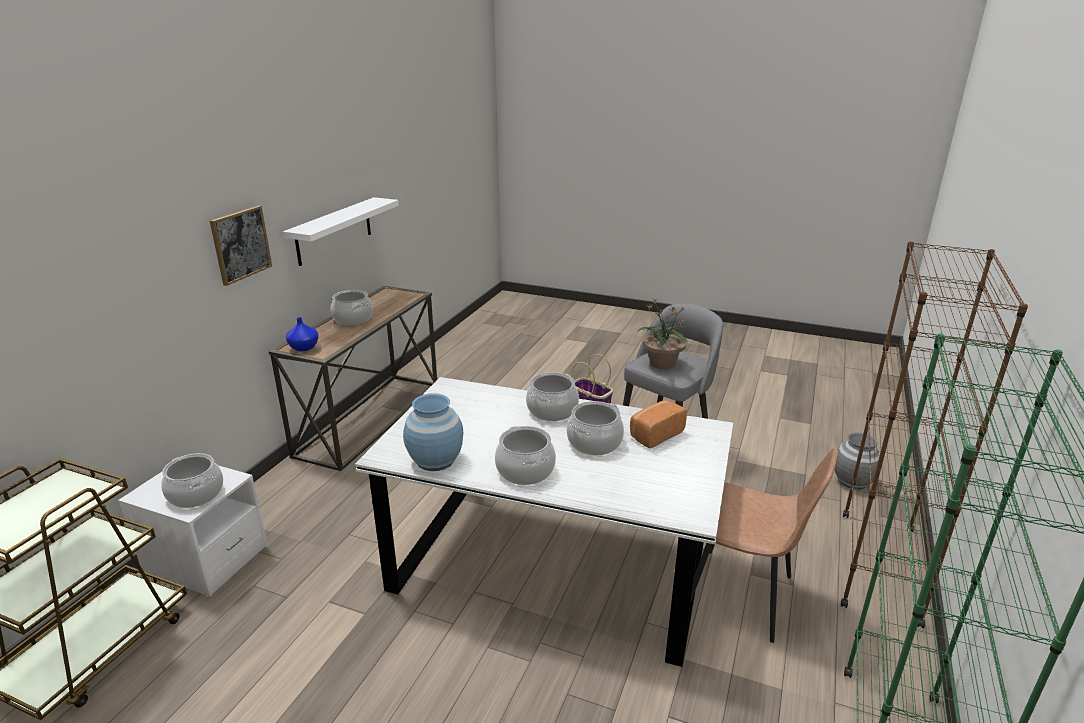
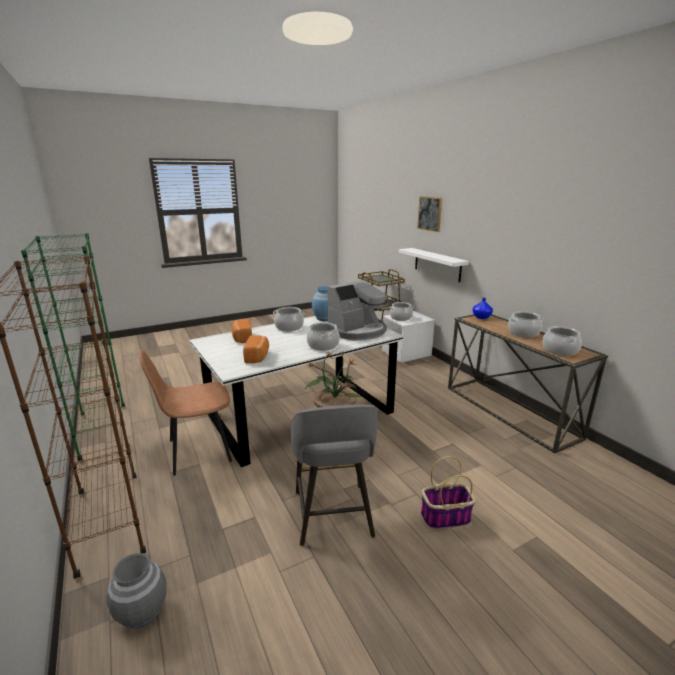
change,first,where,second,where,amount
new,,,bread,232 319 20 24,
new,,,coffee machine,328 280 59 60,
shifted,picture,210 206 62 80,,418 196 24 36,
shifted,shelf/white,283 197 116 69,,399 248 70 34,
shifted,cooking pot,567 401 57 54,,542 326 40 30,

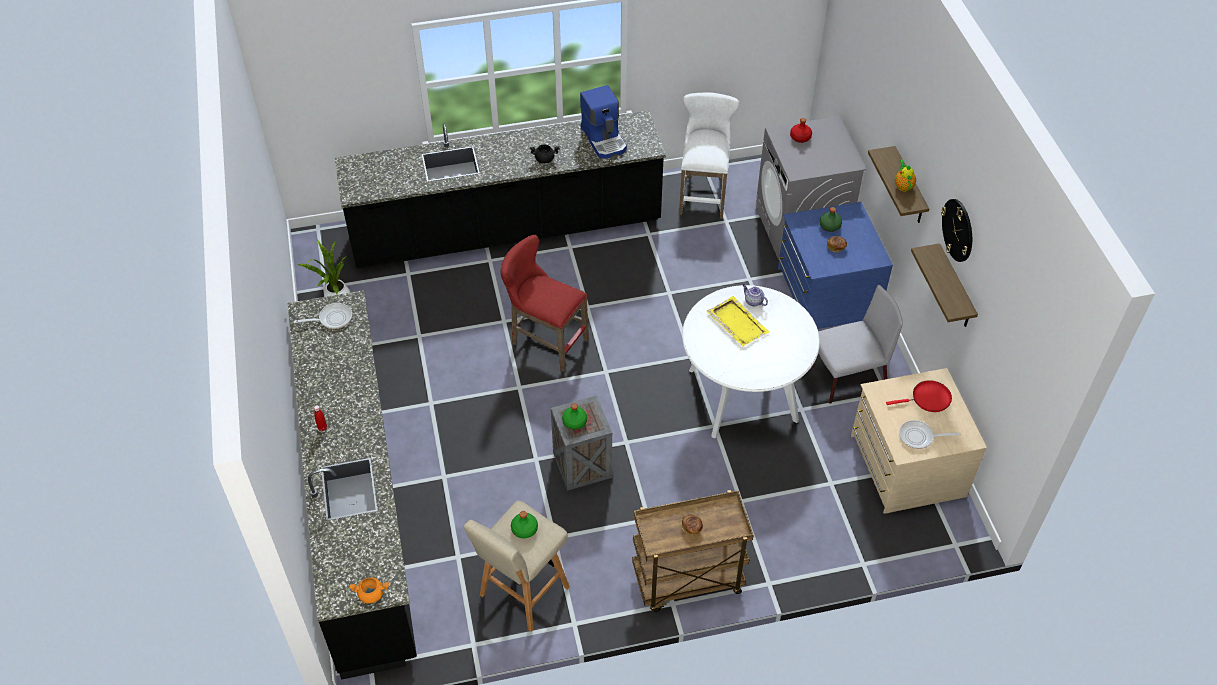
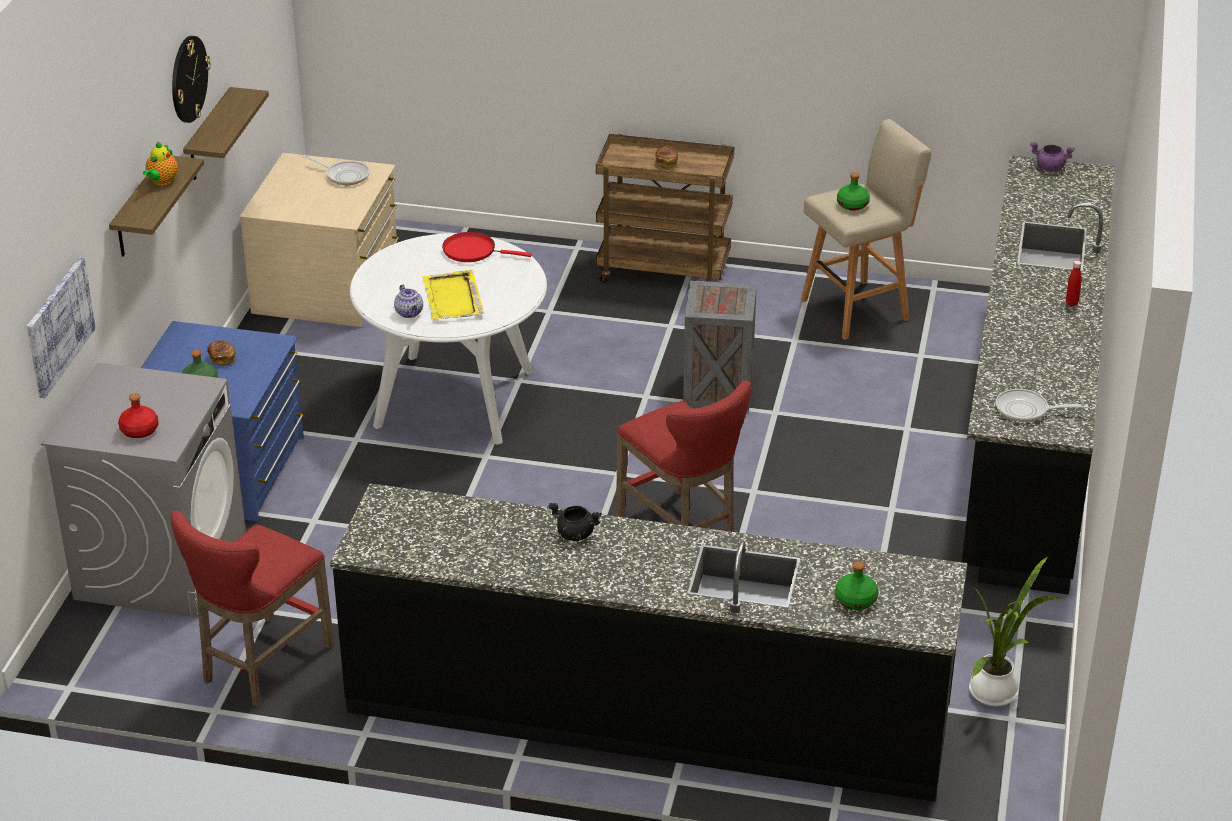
change,first,where,second,where,amount
gone,coffee machine,580 85 47 74,,,
gone,chair/grey,811 285 92 119,,,
new,,,picture,27 257 69 141,
shifted,bottle/green,562 403 25 27,,835 561 43 49,
shifted,frying pan/red,886 380 66 32,,442 232 90 30,
repainted,cooking pot/orange,349 578 40 25,cooking pot/purple,1030 142 45 29,
repainted,stool/white,679 93 60 126,stool/red,171 510 163 197,

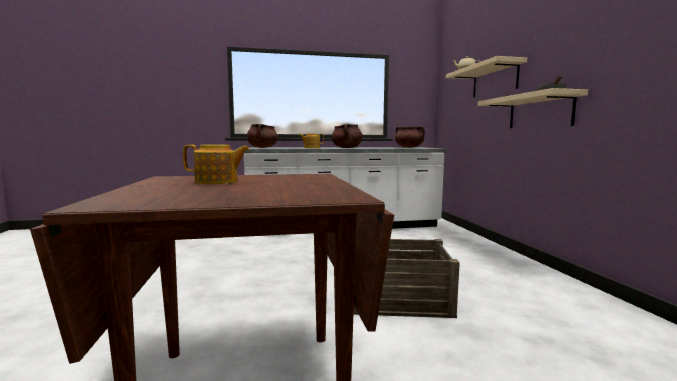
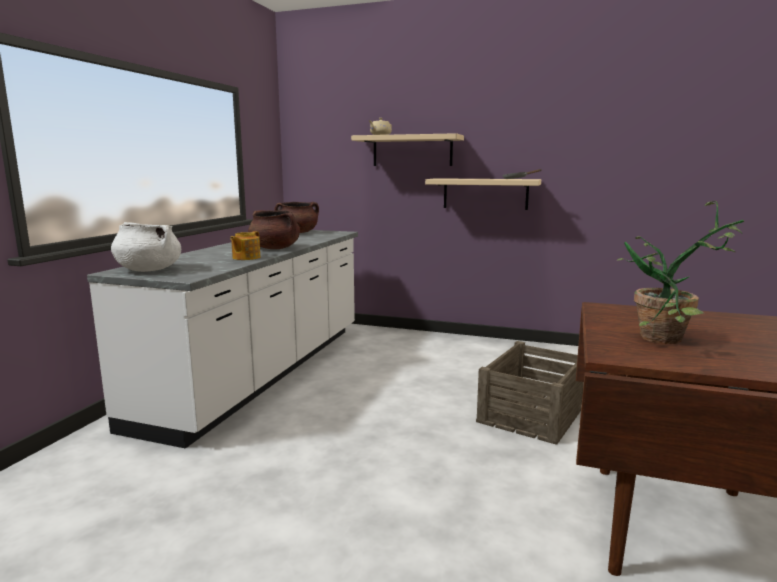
change,first,where,second,where,amount
swapped,teapot,183 145 67 39,potted plant,617 201 127 143,
repainted,cooking pot/brown,247 124 31 24,cooking pot/white,111 222 70 50,

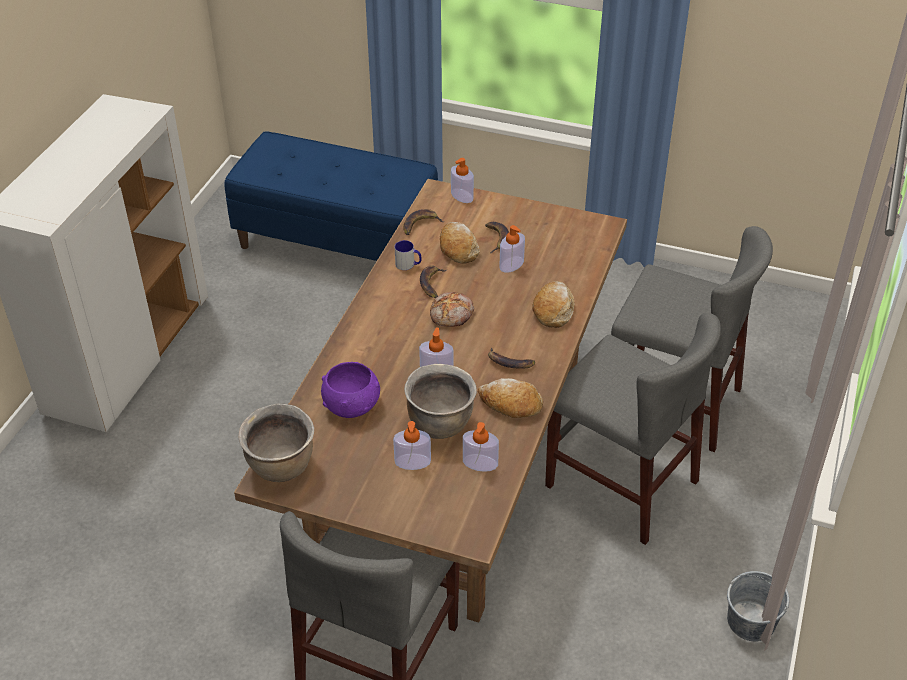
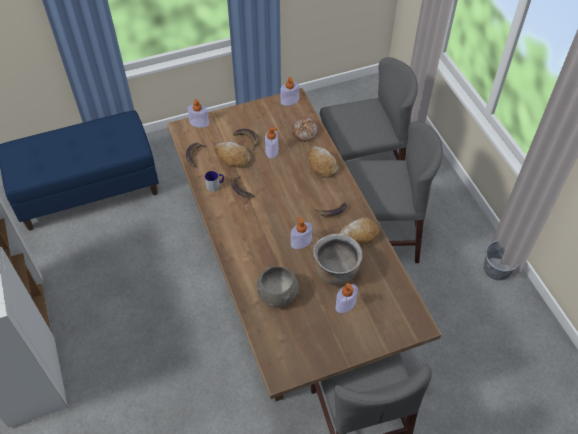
change,first,where,second,where,amount
gone,cooking pot/brown,239 403 75 79,,,
shifted,bread,430 292 44 34,,293 117 25 25,
shifted,soap dispenser,463 422 36 50,,280 77 19 29,
repainted,bowl/purple,321 362 59 56,bowl/grey,257 266 42 41,

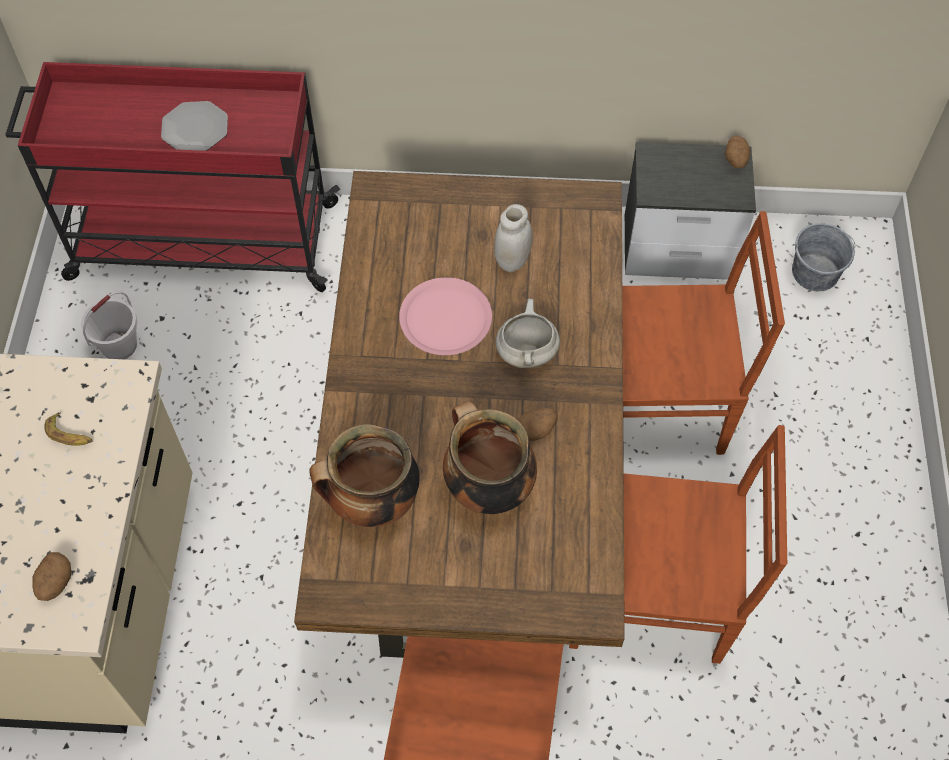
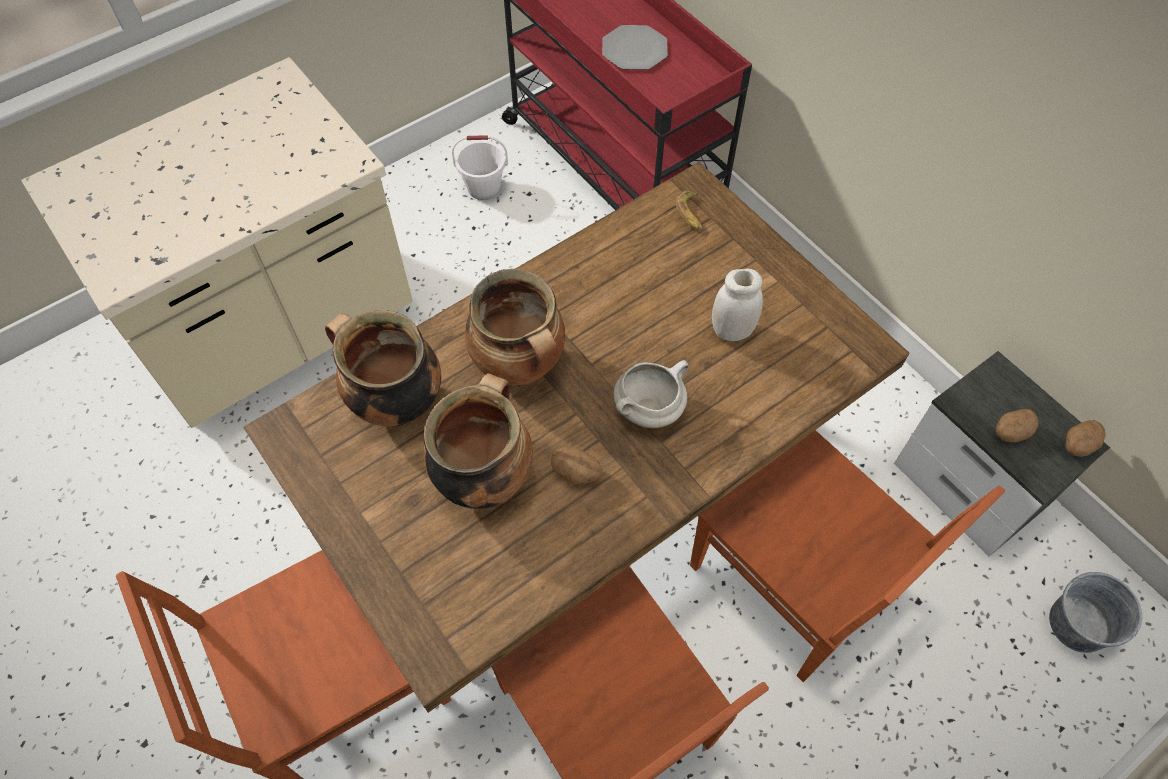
change,first,where,second,where,amount
gone,plate/pink,399 277 93 78,,,
new,,,cooking pot,465 269 100 116,
shifted,potato,33 552 38 49,,996 409 42 34,
shifted,banana,44 413 49 33,,676 191 27 40,

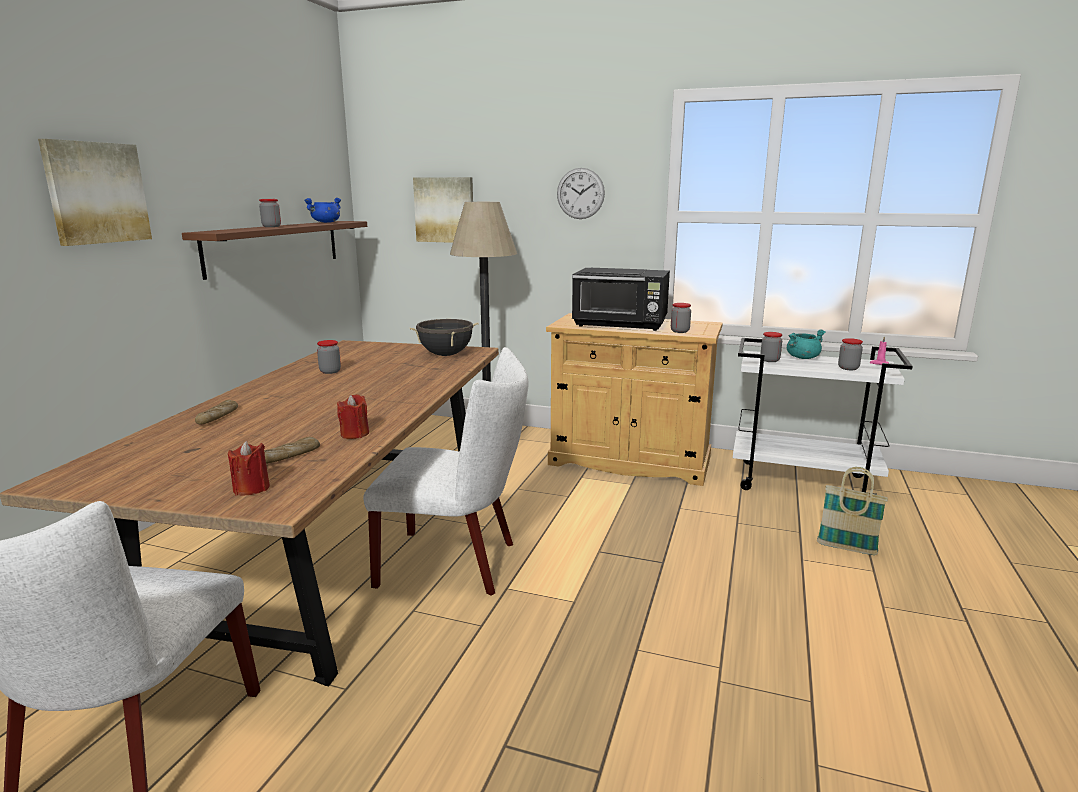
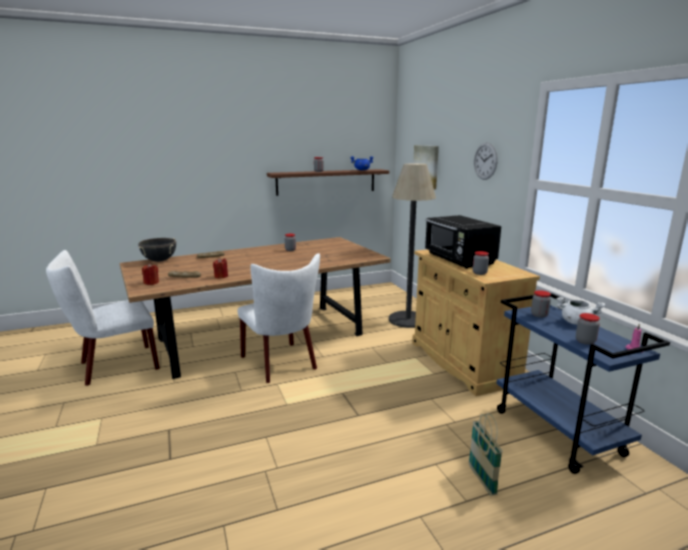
change,first,where,second,where,amount
gone,picture,38 139 114 107,,,
shifted,cooking pot/black,410 319 69 37,,138 238 38 24,
repainted,cart/white,733 338 180 157,cart/blue,496 292 174 182,
repainted,cooking pot/turquoise,787 330 39 29,cooking pot/white,556 297 49 28,

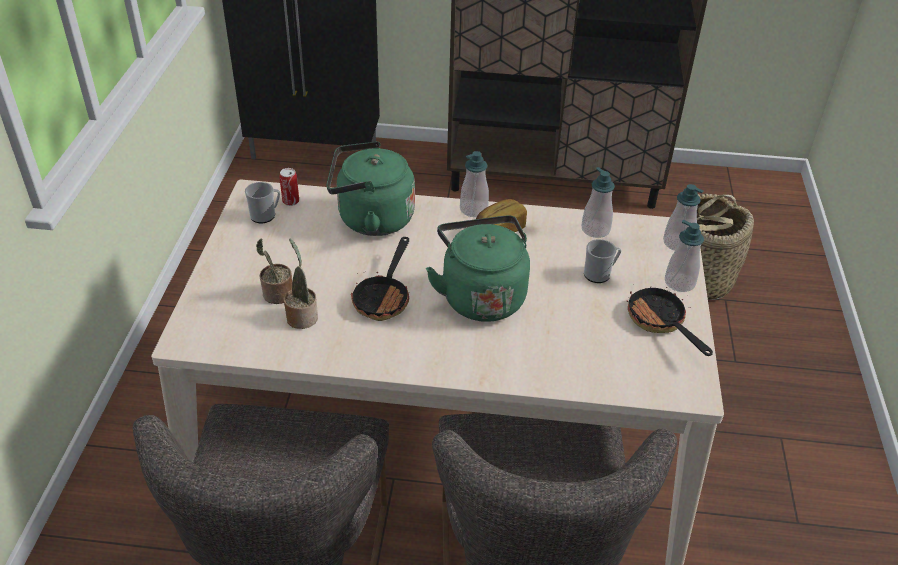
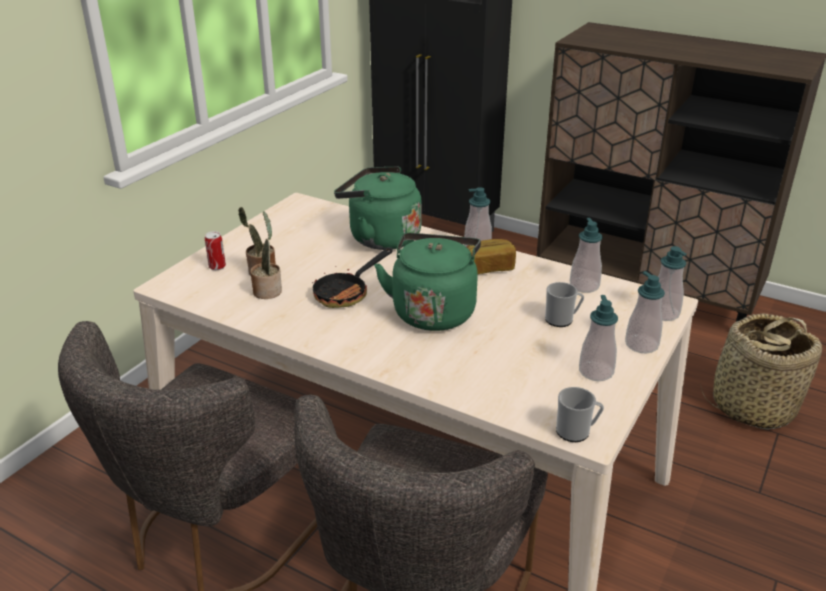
change,first,where,second,where,amount
shifted,mug,245 182 35 41,,556 387 48 55,
shifted,can,279 168 20 38,,205 231 21 39,
swapped,frying pan,627 287 86 69,soap dispenser,579 295 39 86,

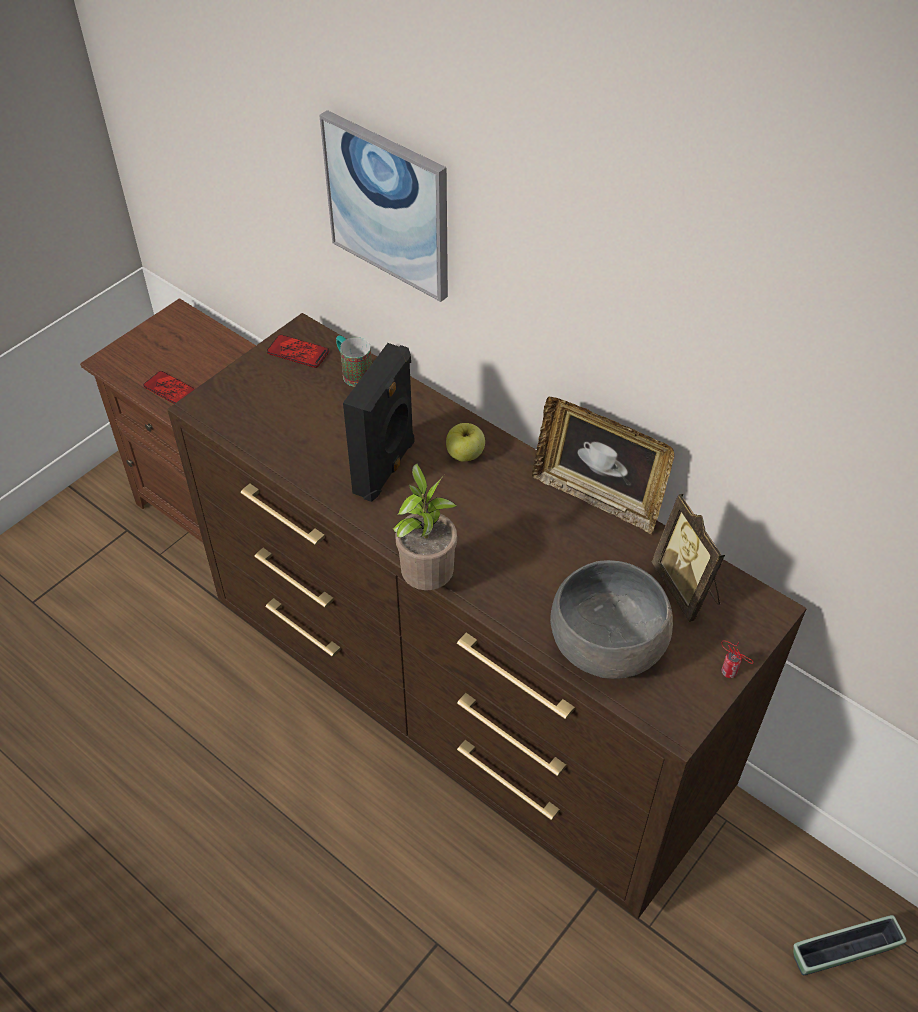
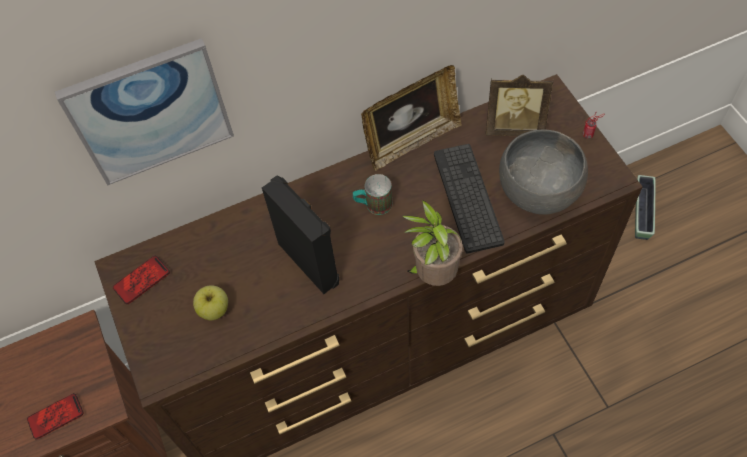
change,first,where,second,where,amount
new,,,keyboard,434 144 71 110,
shifted,mug,336 335 36 52,,353 174 39 41,
shifted,apple,446 423 39 39,,193 285 35 35,

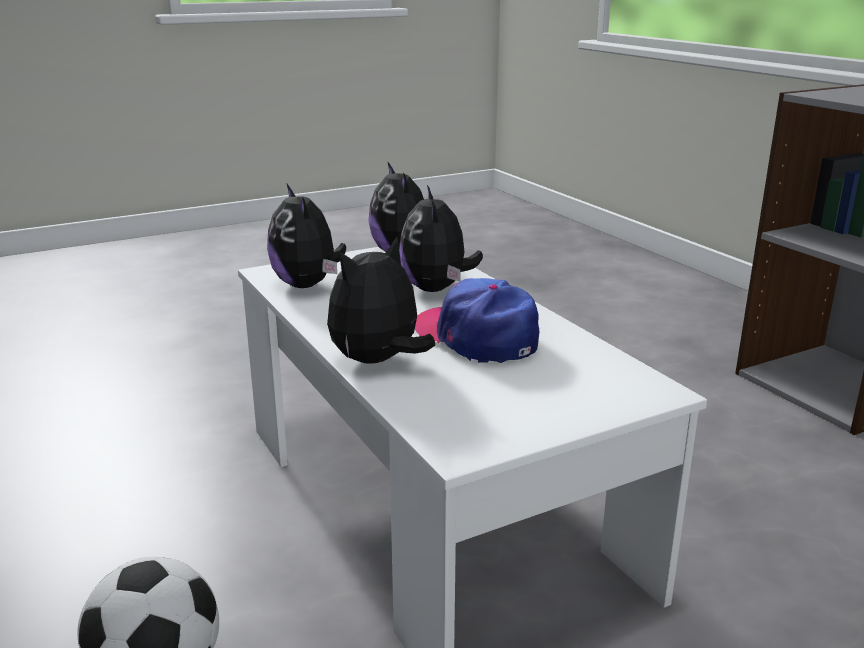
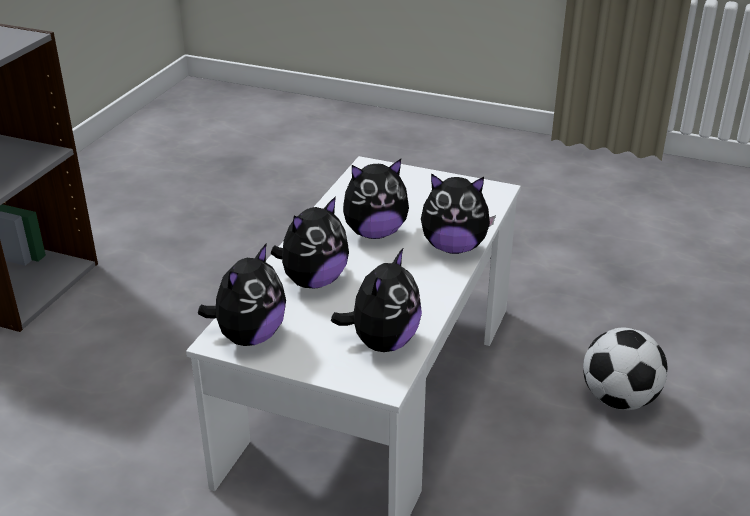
change,first,where,second,where,amount
swapped,cap,415 278 124 85,plush toy,343 159 66 80,

